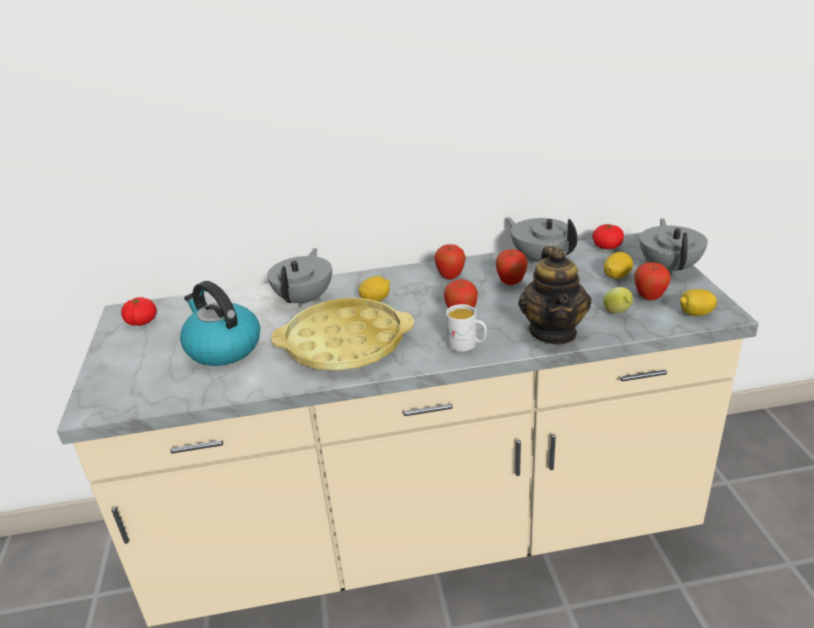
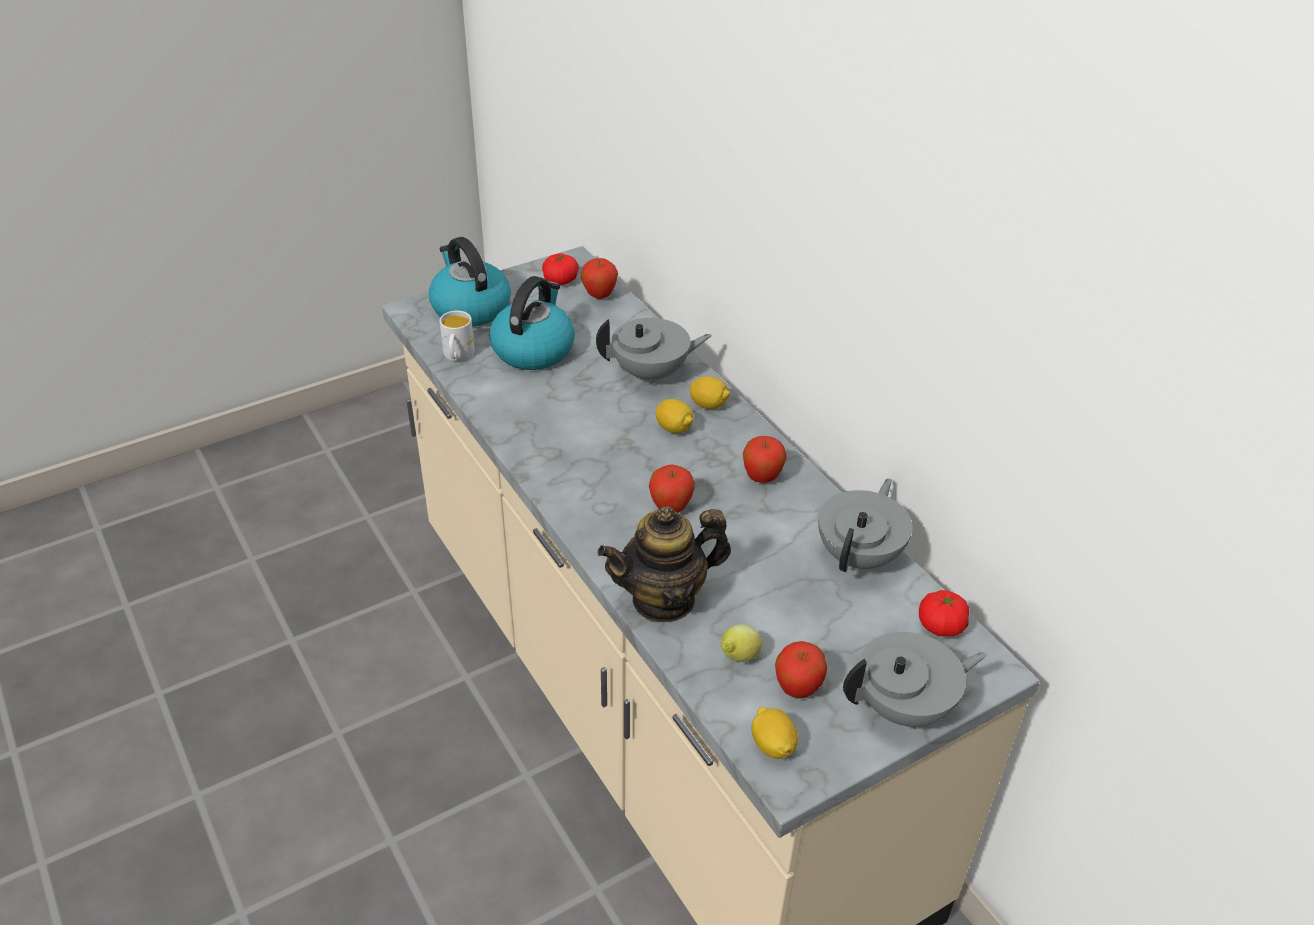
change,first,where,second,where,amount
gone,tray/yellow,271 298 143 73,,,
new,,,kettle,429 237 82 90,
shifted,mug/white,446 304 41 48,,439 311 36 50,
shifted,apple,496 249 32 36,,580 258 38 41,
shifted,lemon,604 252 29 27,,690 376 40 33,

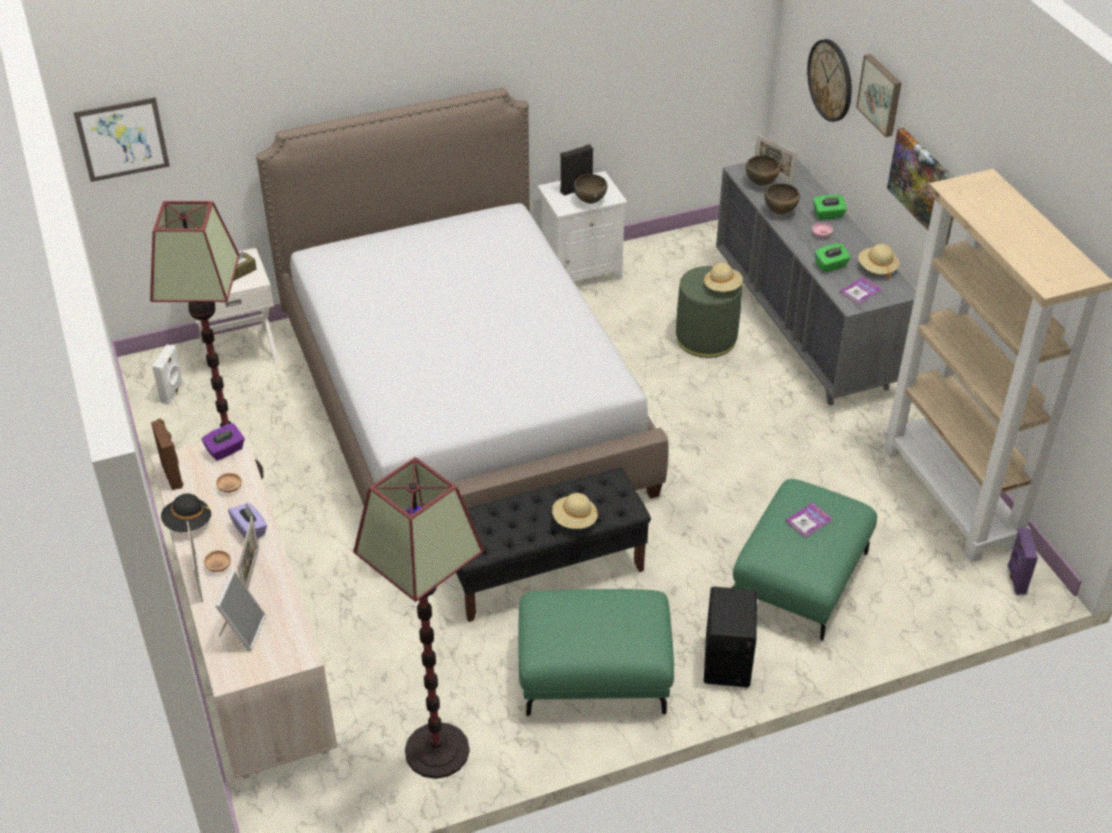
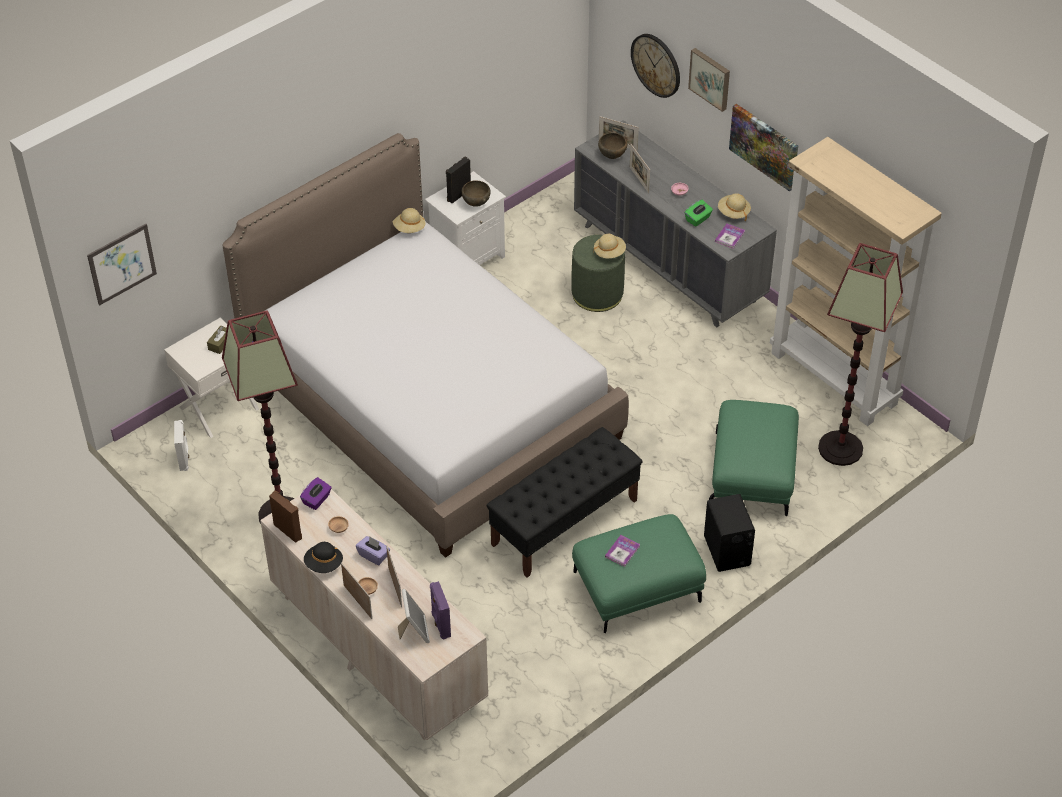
change,first,where,second,where,amount
gone,tissue box/green,813 195 34 25,,,
shifted,floor lamp,353 457 131 322,,818 243 85 223,
shifted,hat/beige,552 493 46 36,,393 208 33 25,
shifted,book,786 503 47 35,,605 535 35 32,
shifted,speaker/purple,1008 528 30 67,,430 581 21 59,
swapped,bowl/brown,764 183 36 32,picture frame,630 144 20 49,

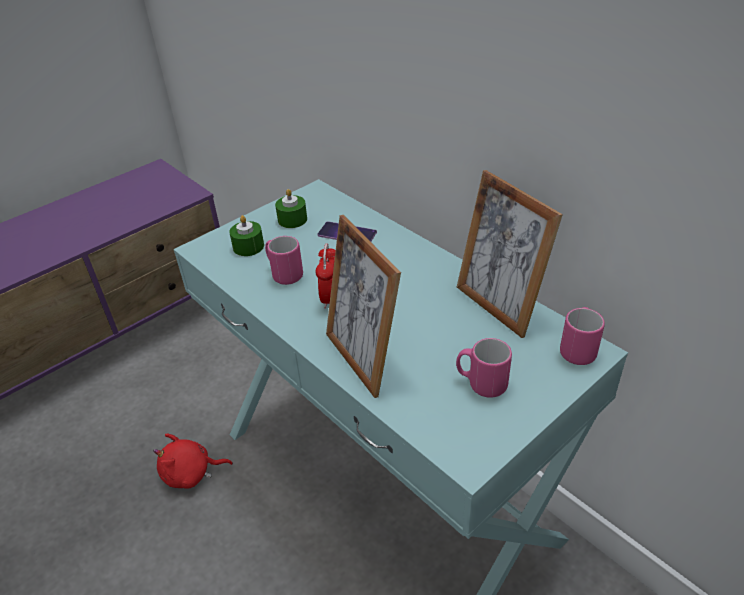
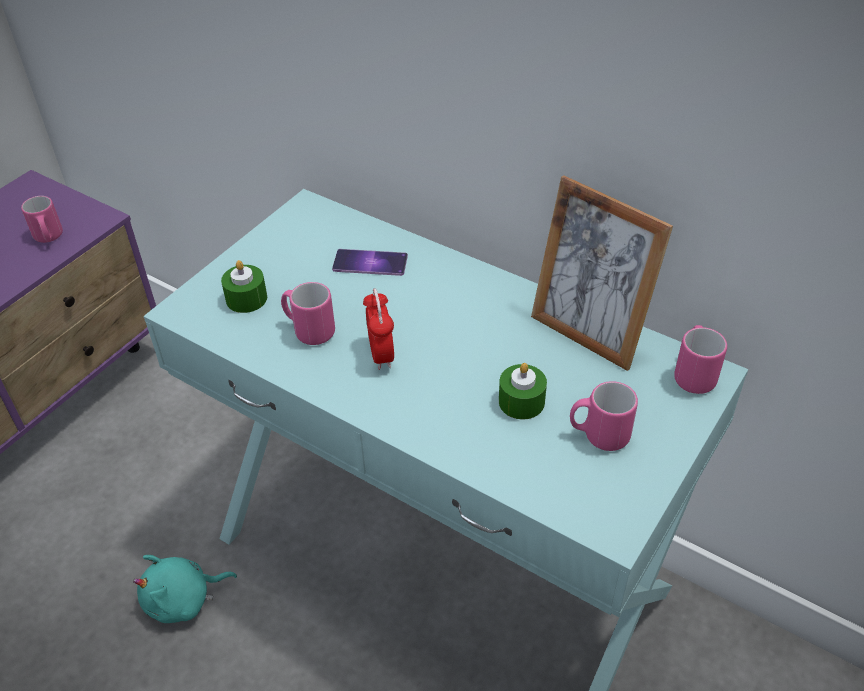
change,first,where,second,where,amount
gone,picture frame,326 215 75 183,,,
new,,,mug/pink,21 196 42 47,
shifted,candle/green,275 189 32 39,,499 363 48 56,
repainted,plush toy/red,153 434 80 55,plush toy/turquoise,133 555 104 68,

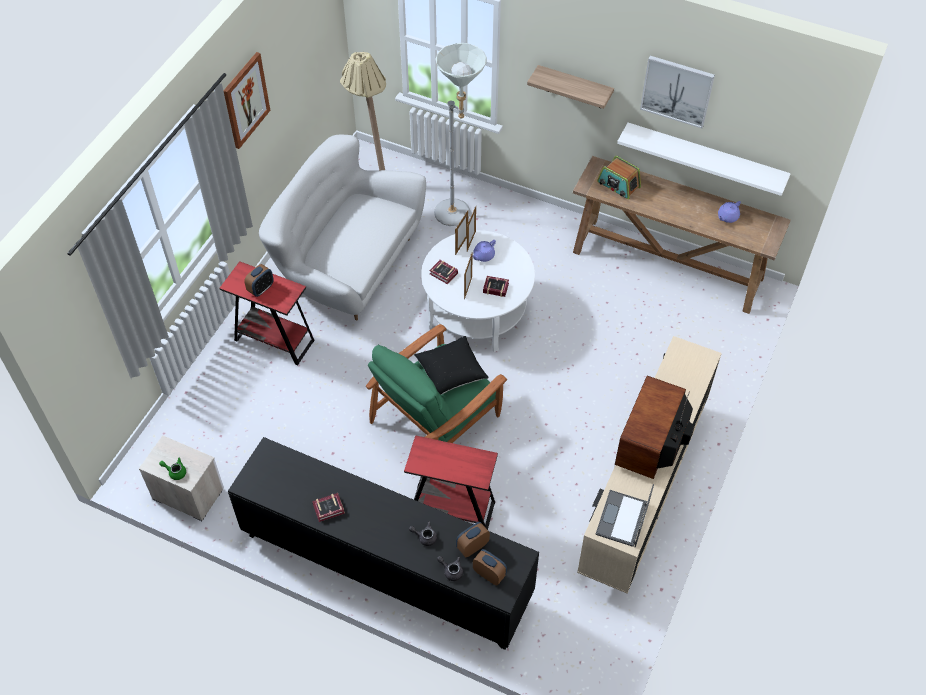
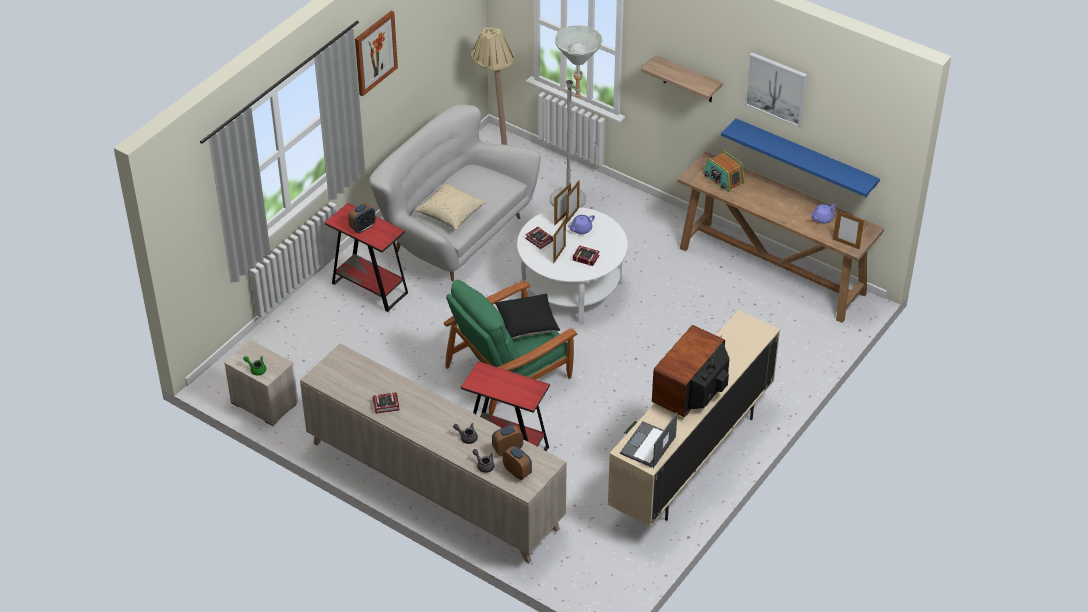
change,first,where,second,where,amount
new,,,pillow/beige,415 183 71 47,
new,,,picture frame,833 210 31 39,
repainted,cabinet/black,228 437 311 213,cabinet/beige,300 343 267 220,
repainted,shelf/white,617 123 174 73,shelf/blue,721 118 159 79,

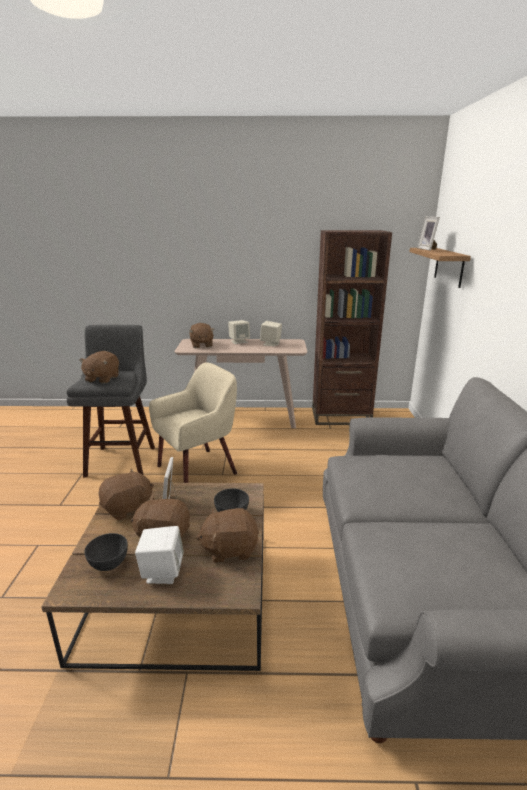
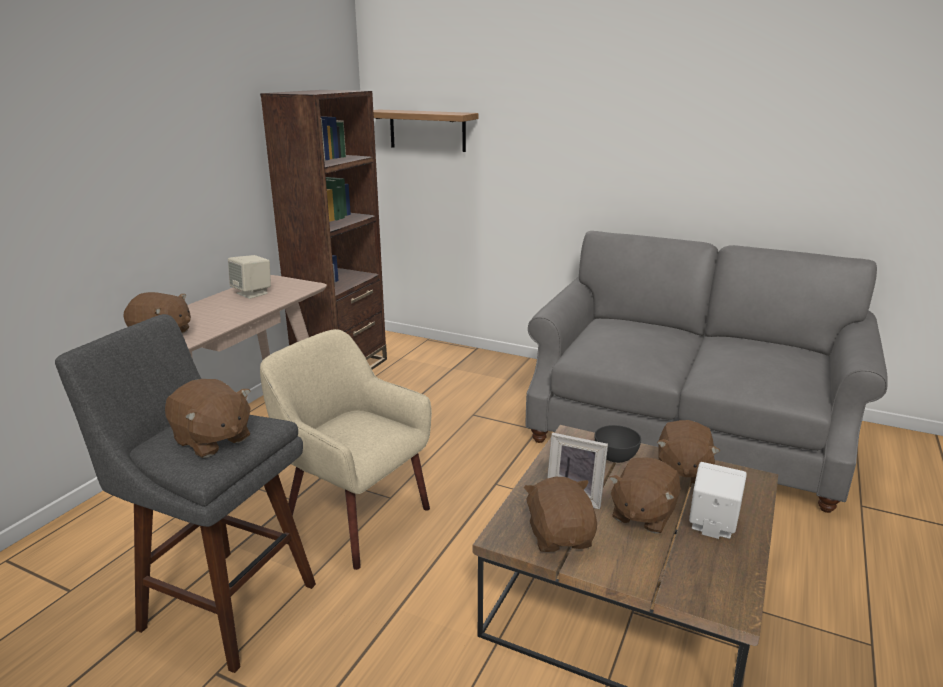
change,first,where,second,where,amount
gone,bowl/grey,84 533 44 38,,,
gone,speaker/beige,228 320 22 24,,,
gone,picture frame,417 217 23 34,,,
rotated,armchair/beige,149 362 88 121,,260 329 172 241,45 degrees counterclockwise

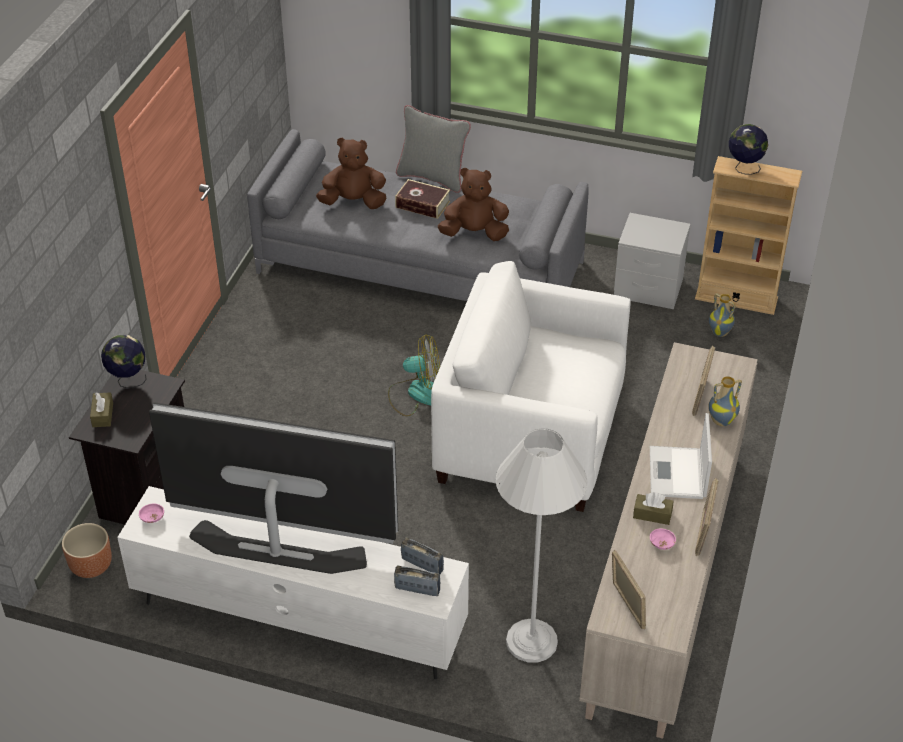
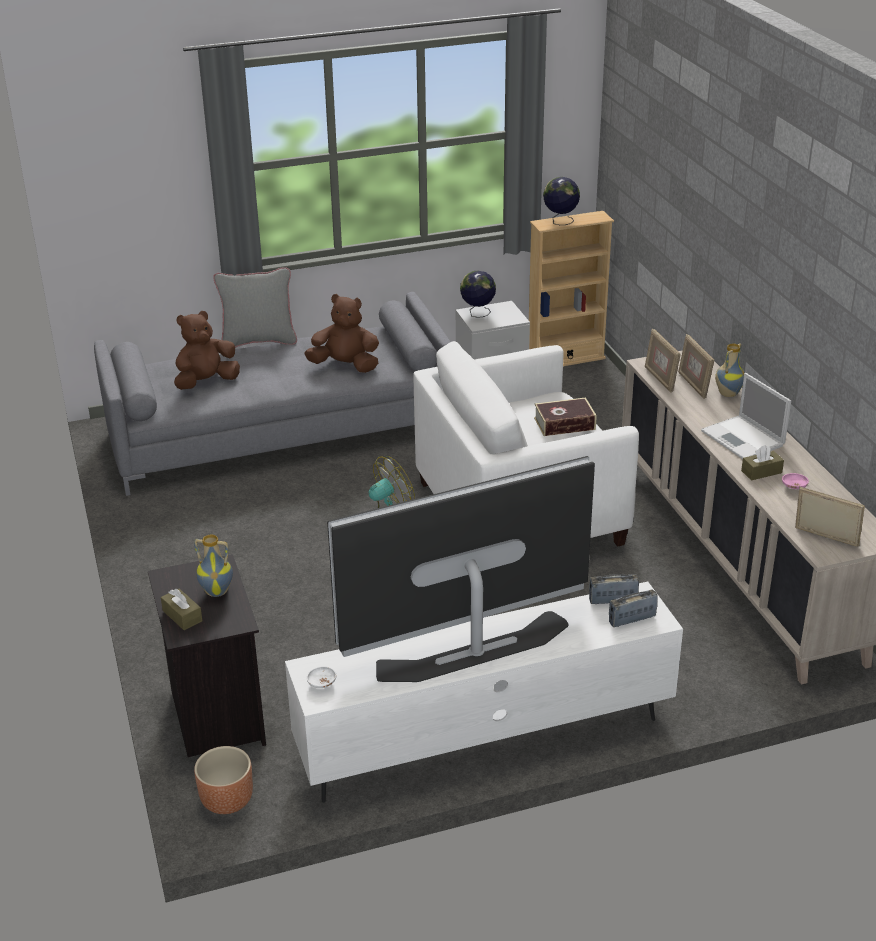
change,first,where,second,where,amount
gone,floor lamp/white,496 429 92 234,,,
shifted,globe,101 335 46 53,,460 270 36 48,
shifted,book,395 179 55 40,,534 397 62 39,
shifted,picture frame,695 478 24 78,,645 329 36 64,
shifted,vase,709 293 26 44,,194 535 39 62,
repainted,bowl/pink,139 504 25 19,bowl/white,306 666 30 22,
rotated,plush toy/brown,438 168 71 73,,304 294 75 79,45 degrees clockwise

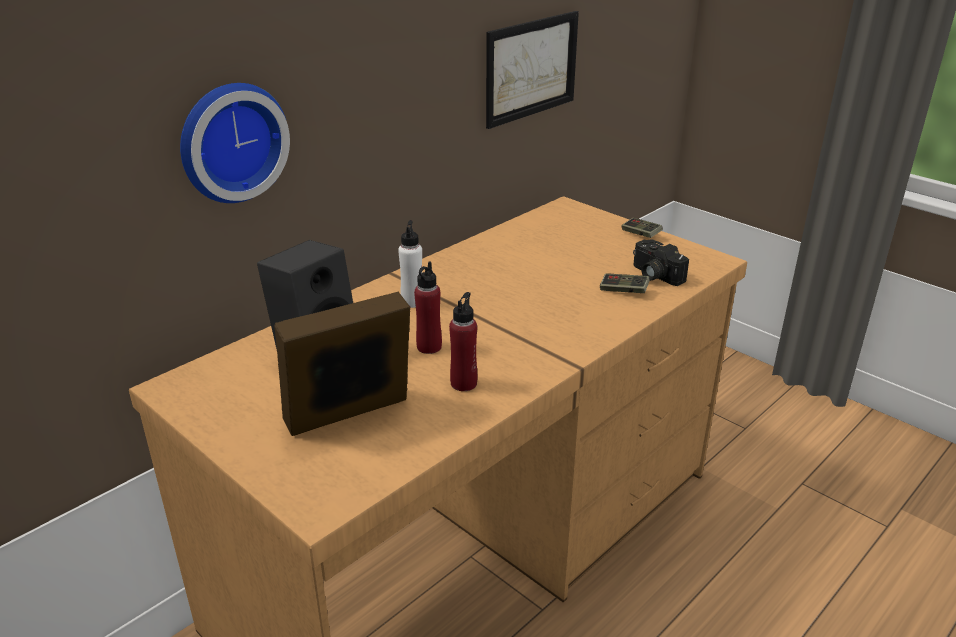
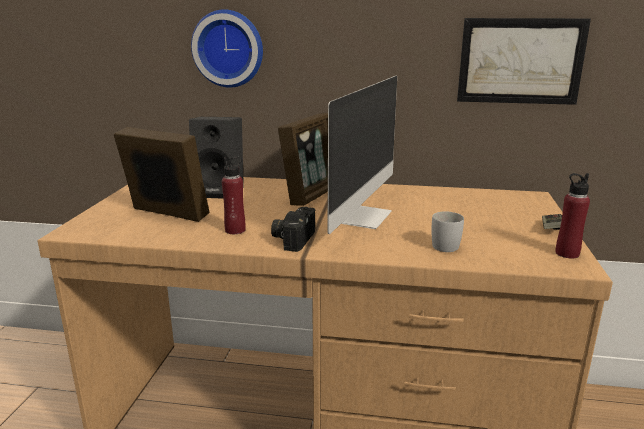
change,first,where,second,where,amount
new,,,monitor,327 76 70 158,
shifted,bottle/red,414 261 28 93,,555 173 35 85,
shifted,photo camera,633 239 56 47,,271 207 44 45,
swapped,bottle/white,398 220 24 88,picture frame,278 113 50 93,
swapped,game controller,600 274 50 19,mug/white,431 211 33 41,

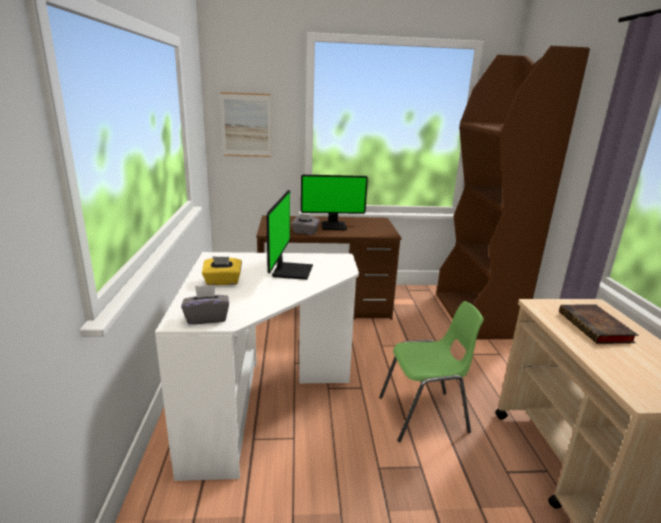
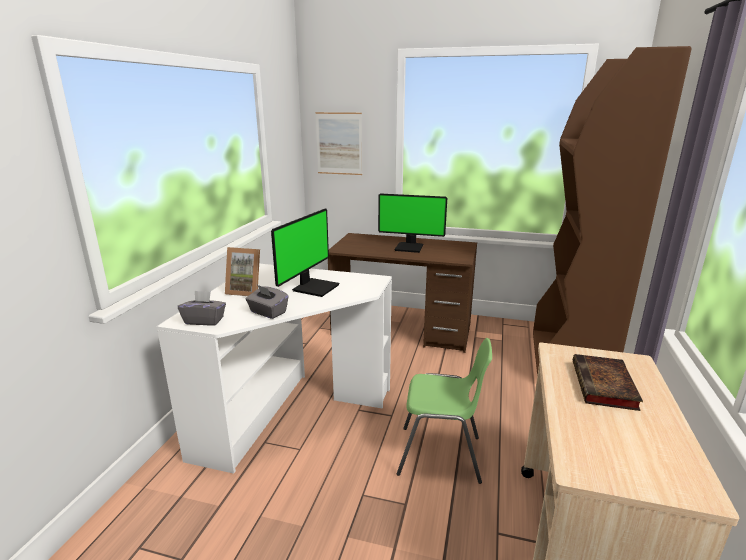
change,first,where,second,where,amount
shifted,tissue box/grey,292 214 28 21,,246 285 43 34,
swapped,tissue box/yellow,202 256 40 29,picture frame,225 247 35 49,

